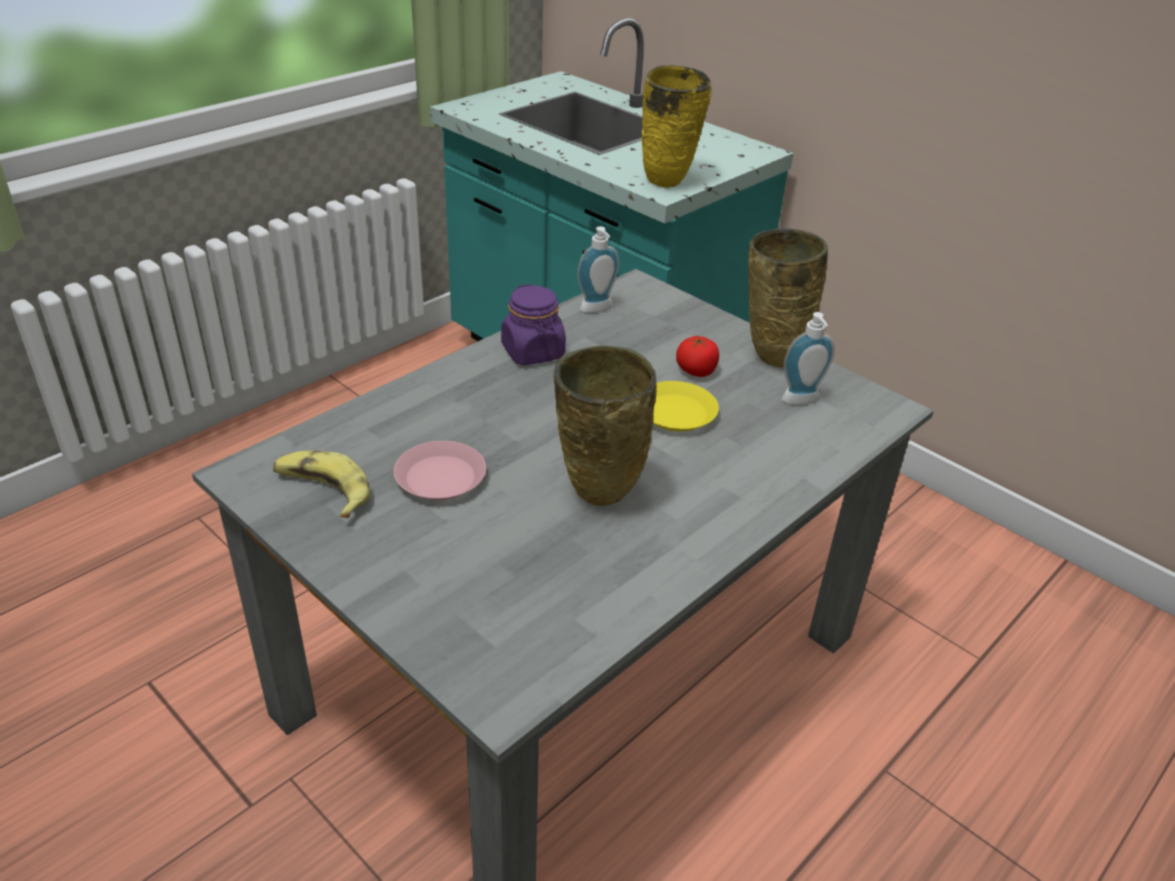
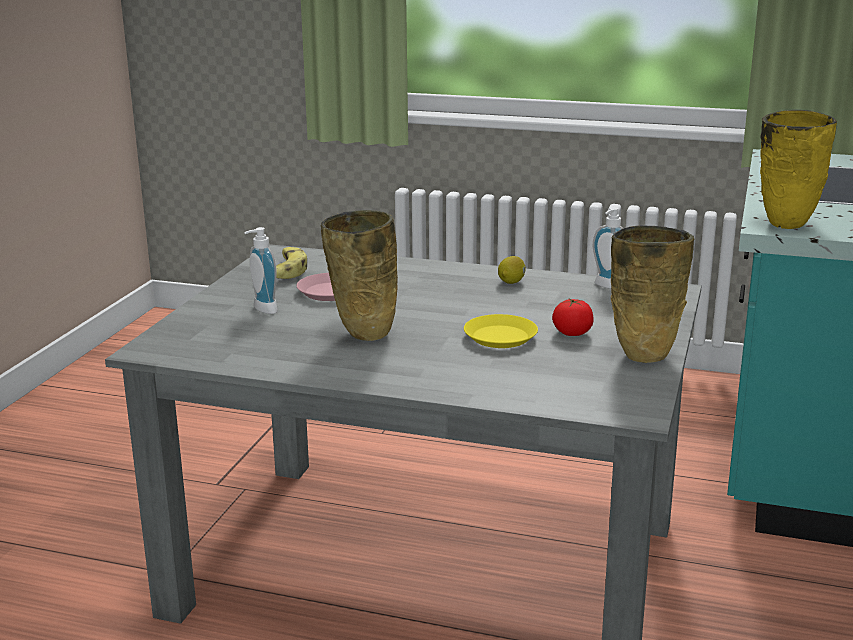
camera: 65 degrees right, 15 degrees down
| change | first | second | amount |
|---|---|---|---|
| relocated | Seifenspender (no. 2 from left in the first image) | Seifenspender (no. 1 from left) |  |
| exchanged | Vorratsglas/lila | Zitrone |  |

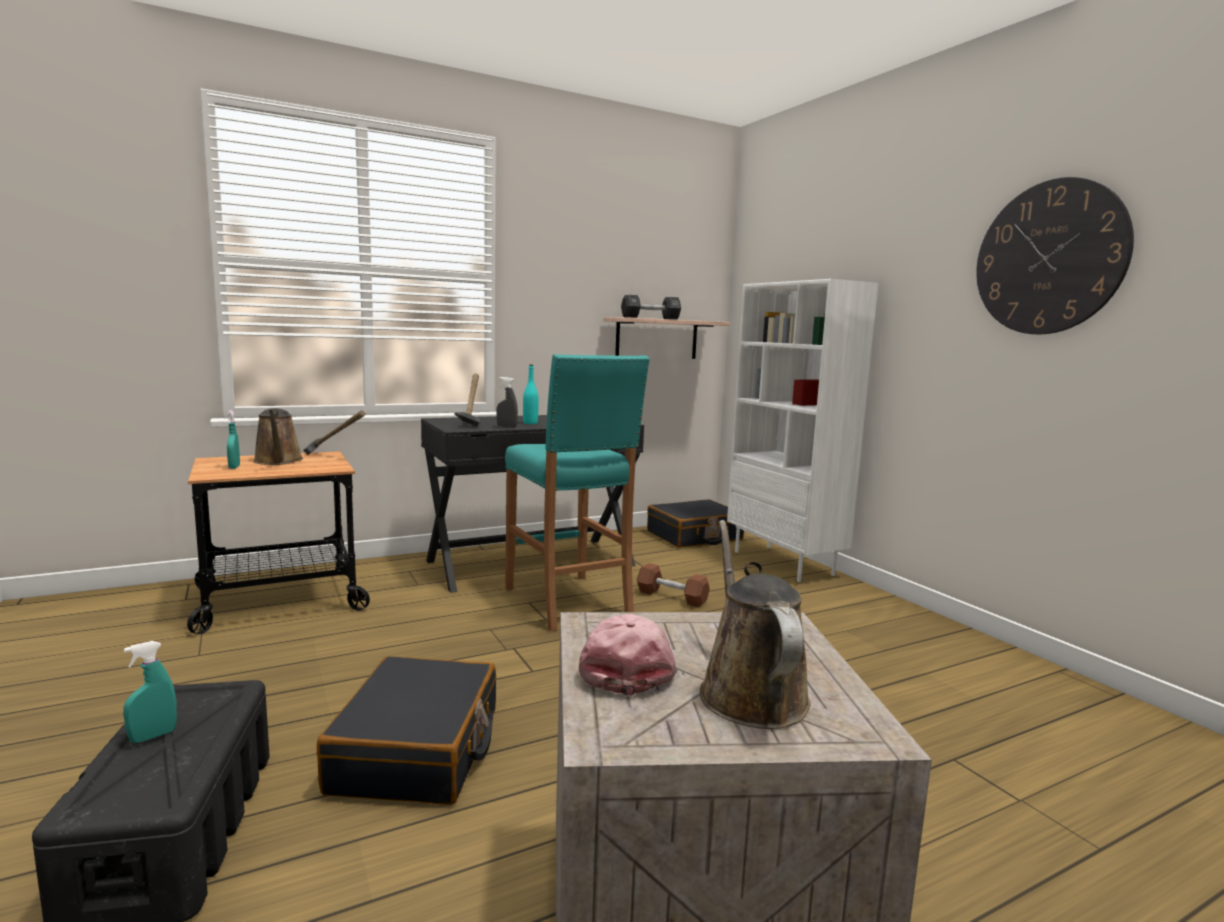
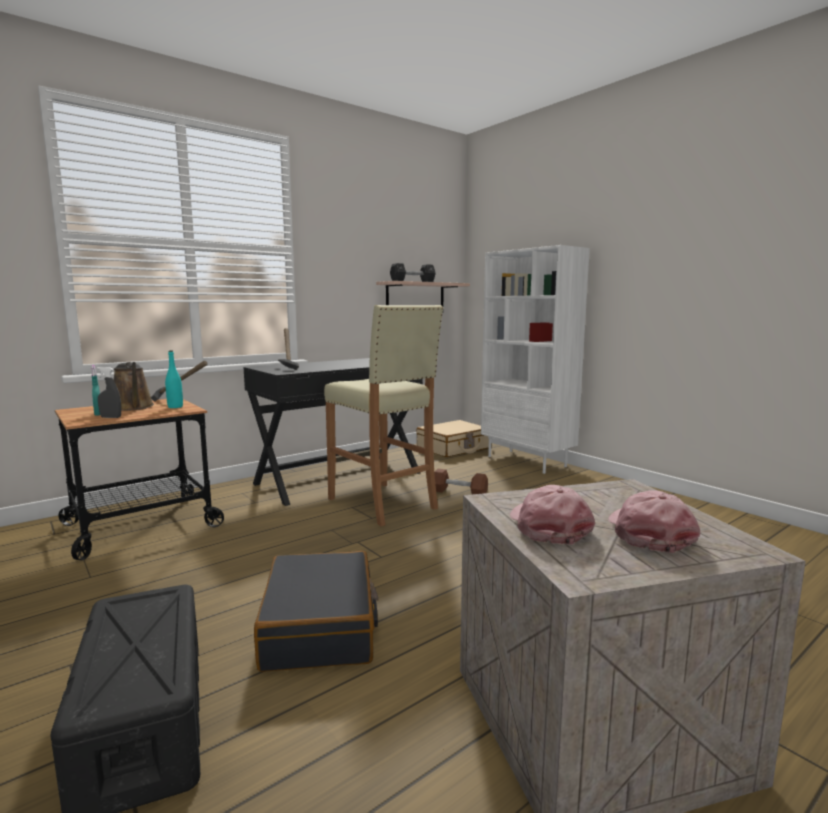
camera: 10 degrees left, 0 degrees up
| change | first | second | amount |
|---|---|---|---|
| relocated | Sprühflasche/grau |  |  |
| relocated | Flasche/türkis |  |  |
| colour | Hocker/türkis | Hocker/beige |  |
| colour | Koffer/schwarz (no. 2 from left) | Koffer/beige |  |
| exchanged | Gießkanne/braun (no. 2 from left) | Kappe/rosa (no. 2 from left) |  |
| missing | Sprühflasche/türkis (no. 1 from left) |  |  |
| missing | Wanduhr |  |  |

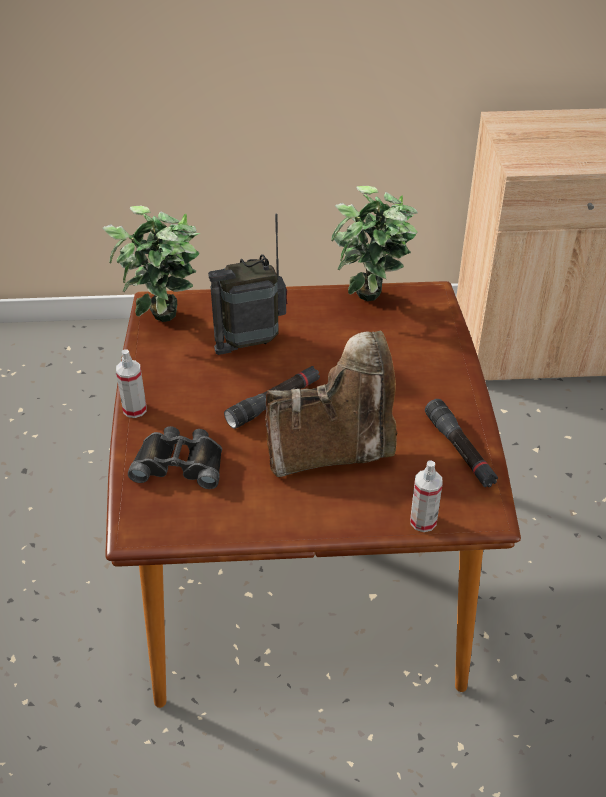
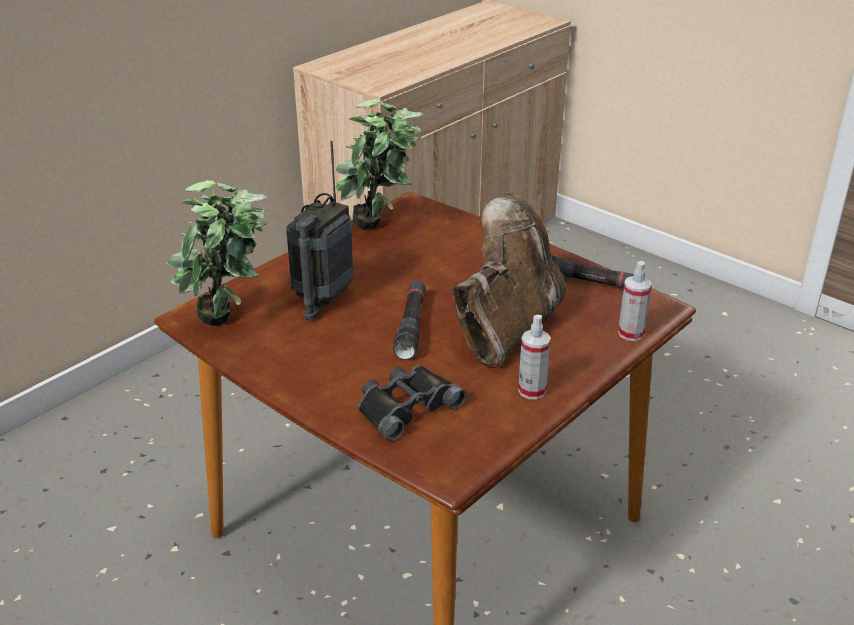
camera: 45 degrees left, 10 degrees down
| change | first | second | amount |
|---|---|---|---|
| relocated | Sprühflasche (no. 1 from left) |  |  |

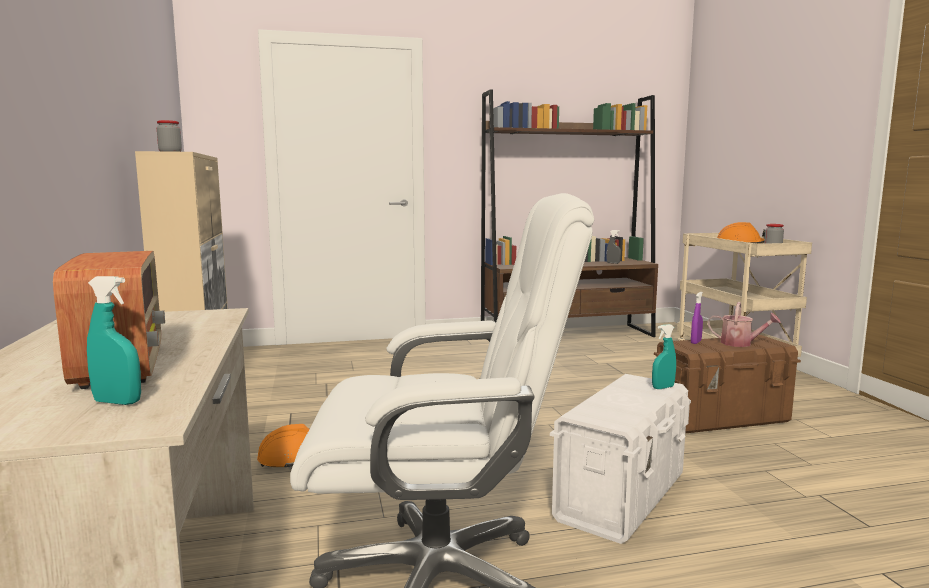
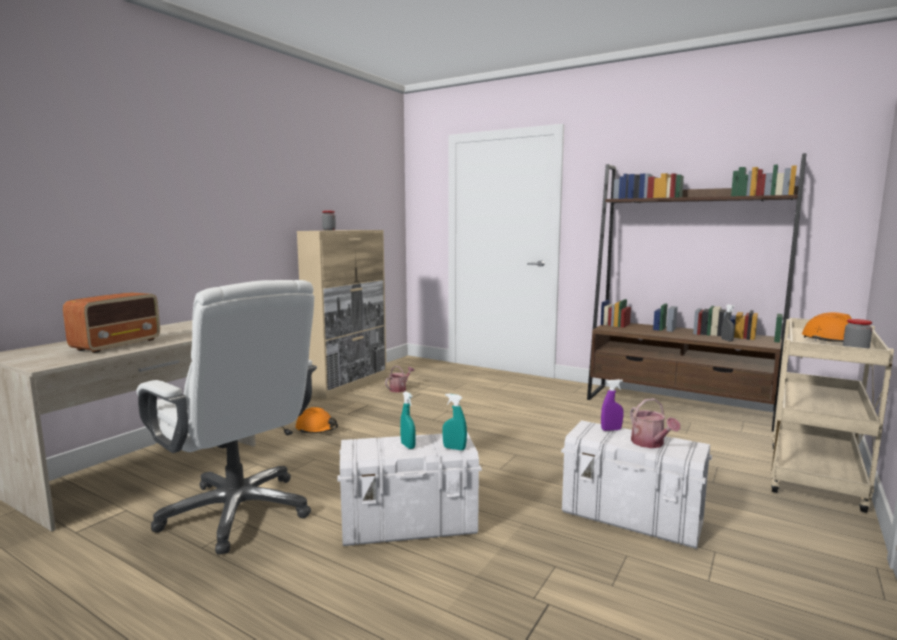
camera: 45 degrees right, 0 degrees up
| change | first | second | amount |
|---|---|---|---|
| appeared |  | Gießkanne (no. 1 from left) |  |
| relocated | Sprühflasche/türkis (no. 1 from left) |  |  |
| colour | Aufbewahrungsbox/braun | Aufbewahrungsbox/weiß (no. 2 from left) |  |

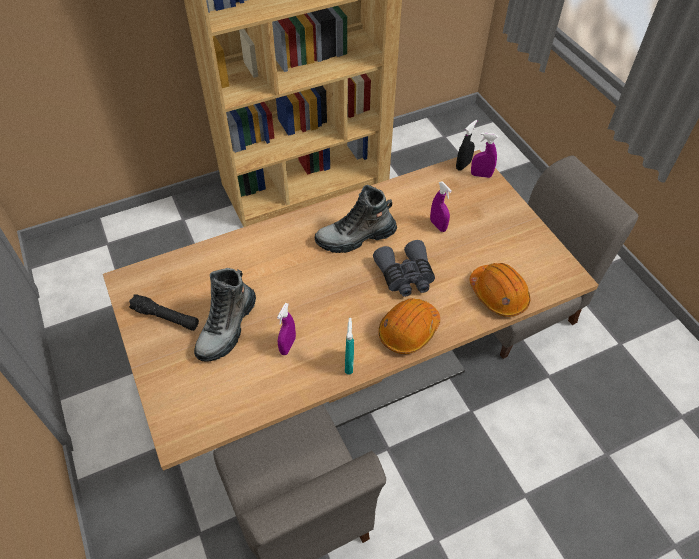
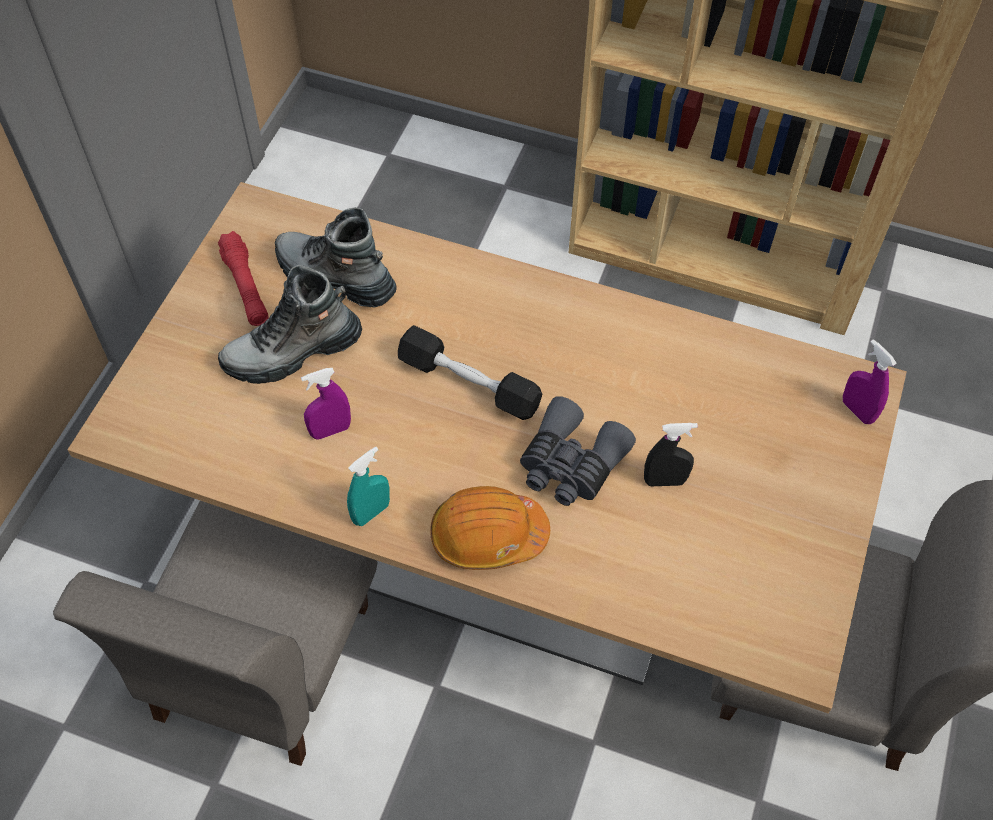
camera: 45 degrees right, 5 degrees up
| change | first | second | amount |
|---|---|---|---|
| colour | Taschenlampe/schwarz | Taschenlampe/rot |  |
| relocated | Stiefel (no. 2 from left) |  |  |
| appeared |  | Hantel/schwarz |  |
| relocated | Sprühflasche/schwarz |  |  |
| missing | Sprühflasche/lila (no. 2 from left) |  |  |
| missing | Schutzhelm/orange (no. 2 from left) |  |  |

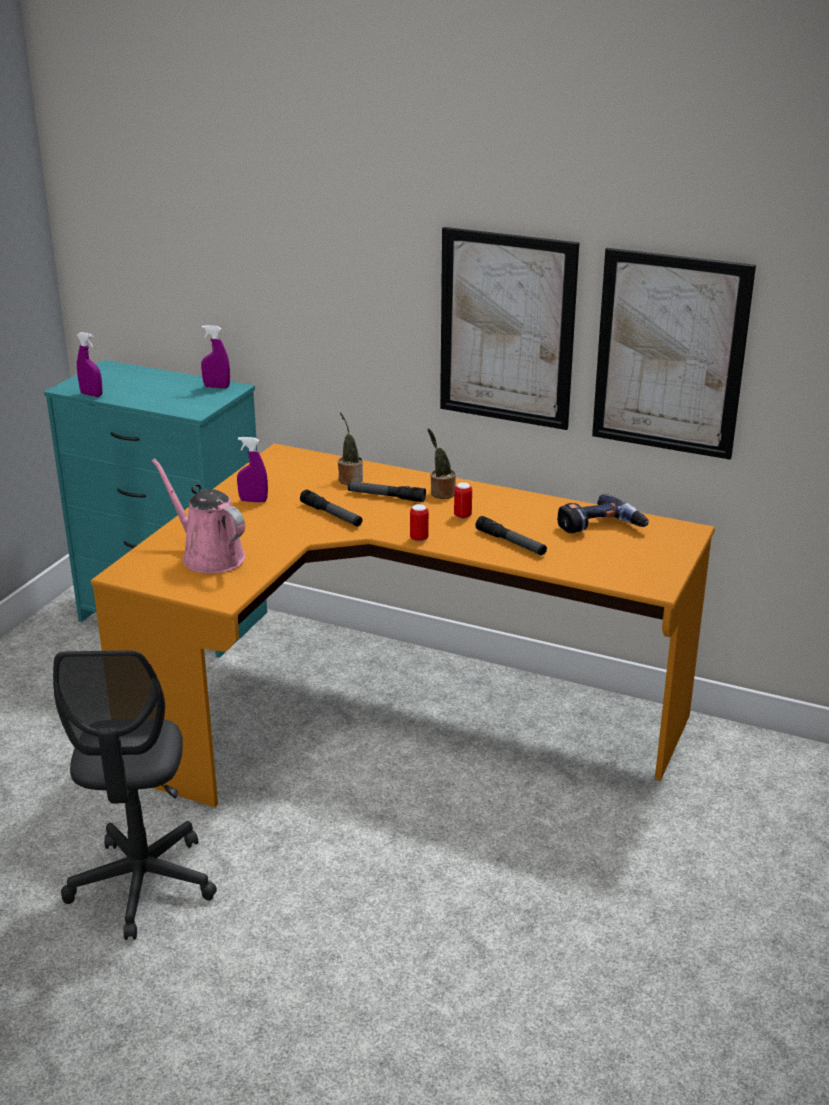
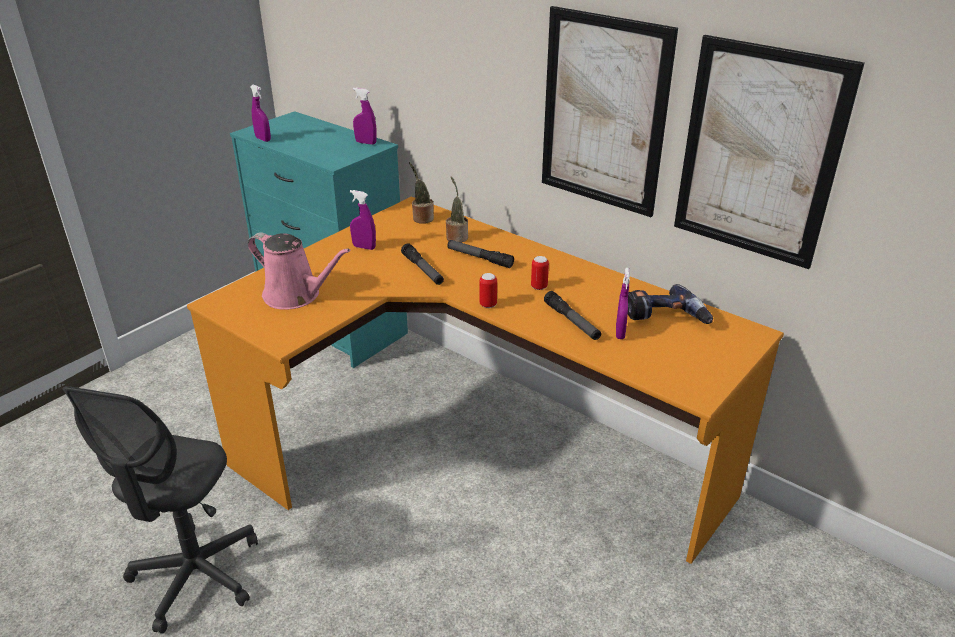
camera: 15 degrees right, 5 degrees up
| change | first | second | amount |
|---|---|---|---|
| spun | Gießkanne/rosa |  | 150 degrees clockwise |
| relocated | Topfpflanze (no. 2 from left in the first image) | Topfpflanze (no. 1 from left) |  |
| appeared |  | Sprühflasche/lila (no. 4 from left) |  |

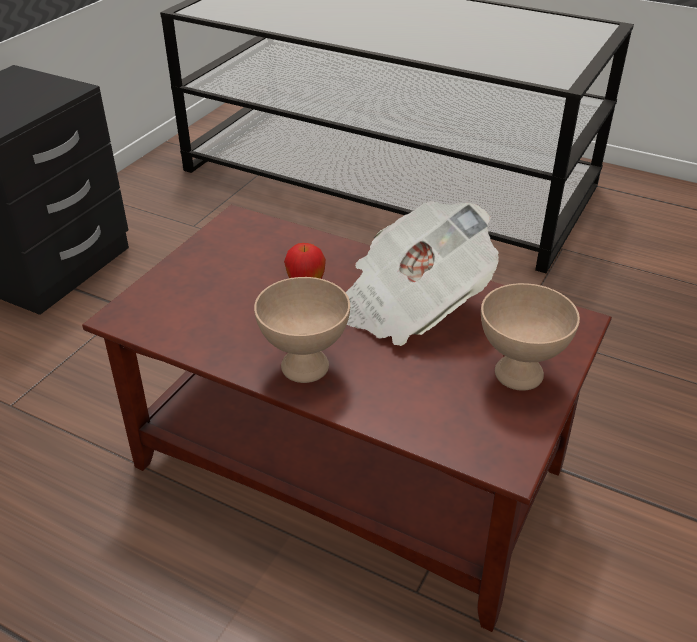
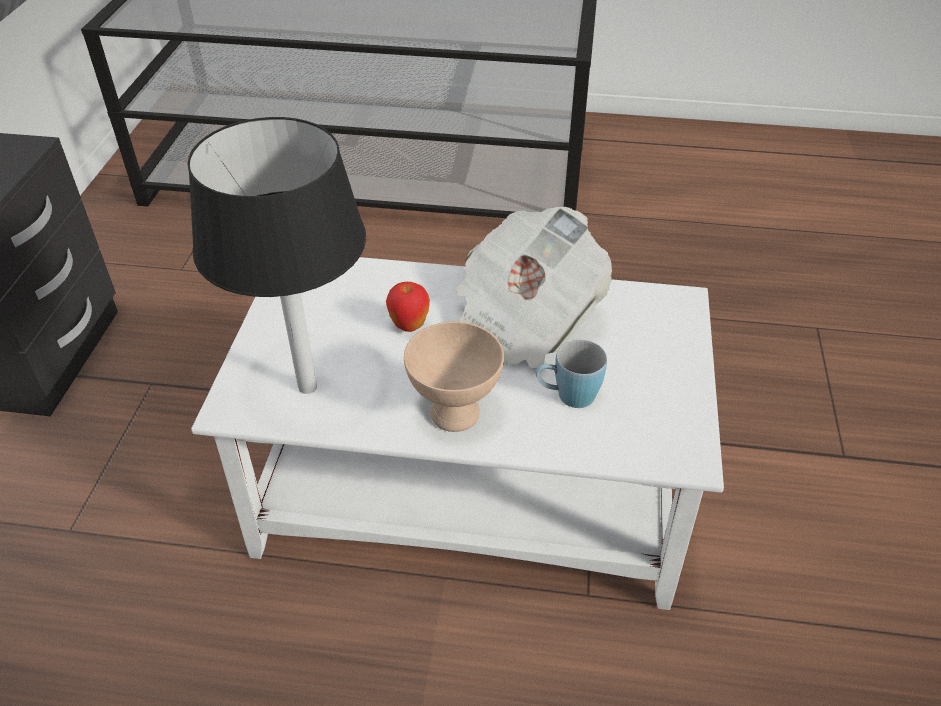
camera: 20 degrees left, 5 degrees up
| change | first | second | amount |
|---|---|---|---|
| appeared |  | Tischlampe/schwarz |  |
| colour | Couchtisch/braun | Couchtisch/weiß |  |
| appeared |  | Henkelbecher/blau |  |
| missing | Schüssel/beige (no. 2 from left) |  |  |

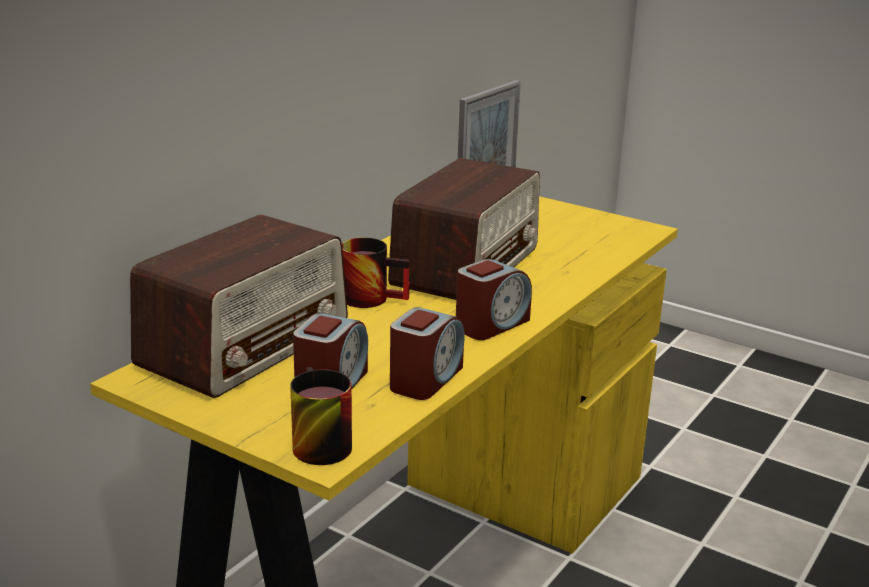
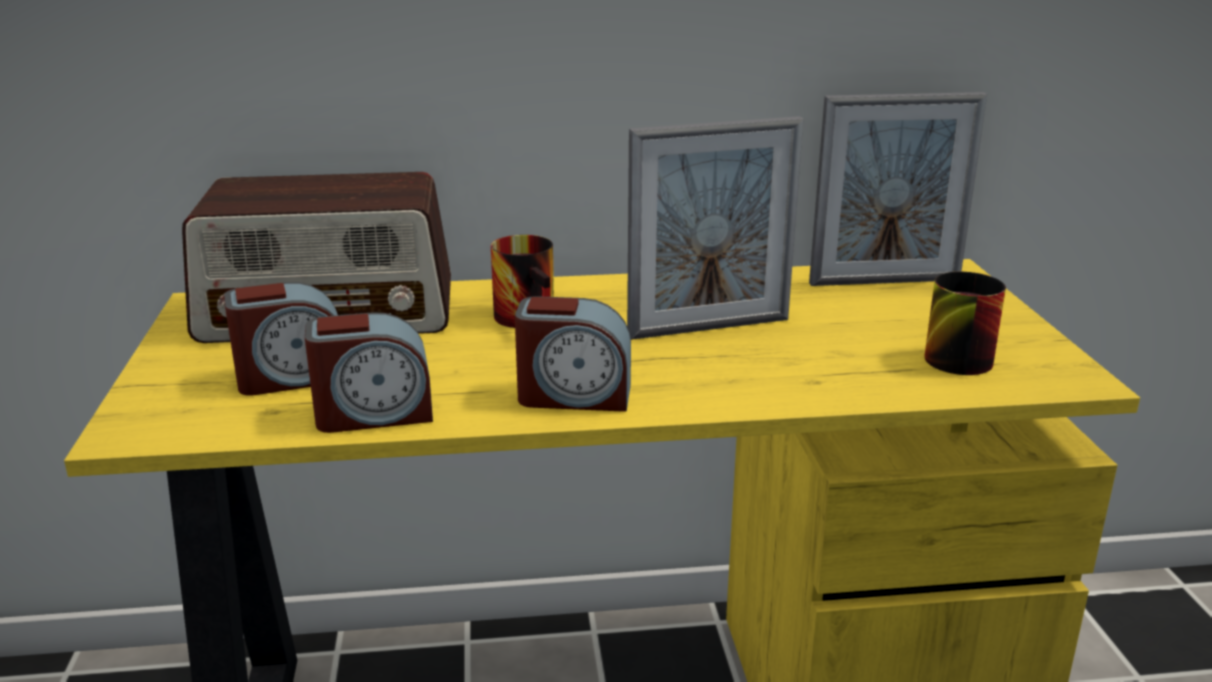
camera: 50 degrees right, 0 degrees up
| change | first | second | amount |
|---|---|---|---|
| exchanged | Radio (no. 2 from left) | Bilderrahmen (no. 1 from left) |  |
| relocated | Henkelbecher (no. 1 from left in the first image) | Henkelbecher (no. 2 from left) |  |

